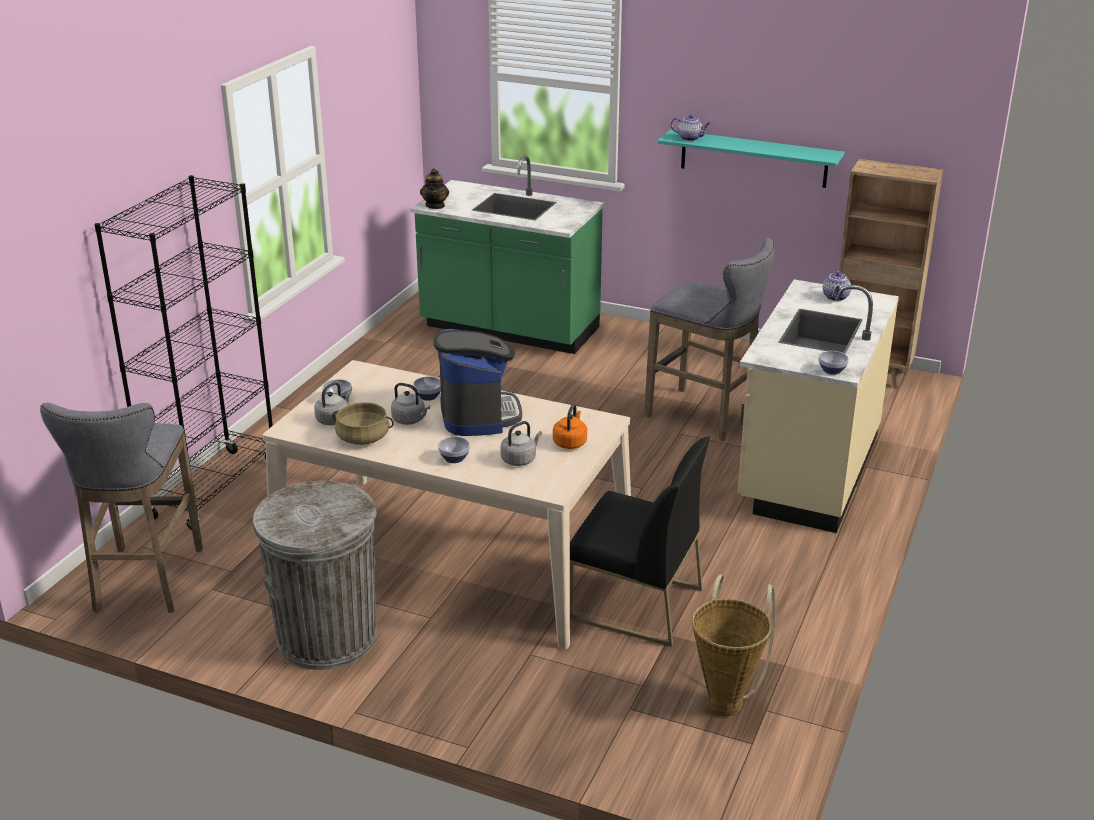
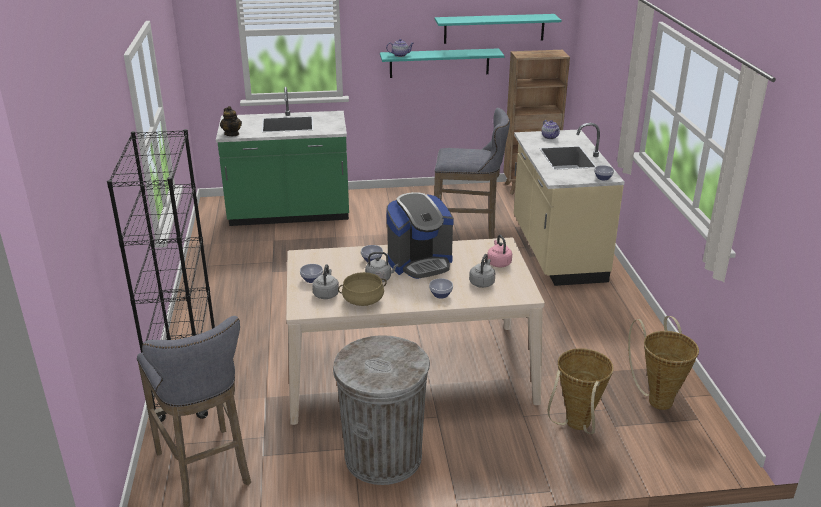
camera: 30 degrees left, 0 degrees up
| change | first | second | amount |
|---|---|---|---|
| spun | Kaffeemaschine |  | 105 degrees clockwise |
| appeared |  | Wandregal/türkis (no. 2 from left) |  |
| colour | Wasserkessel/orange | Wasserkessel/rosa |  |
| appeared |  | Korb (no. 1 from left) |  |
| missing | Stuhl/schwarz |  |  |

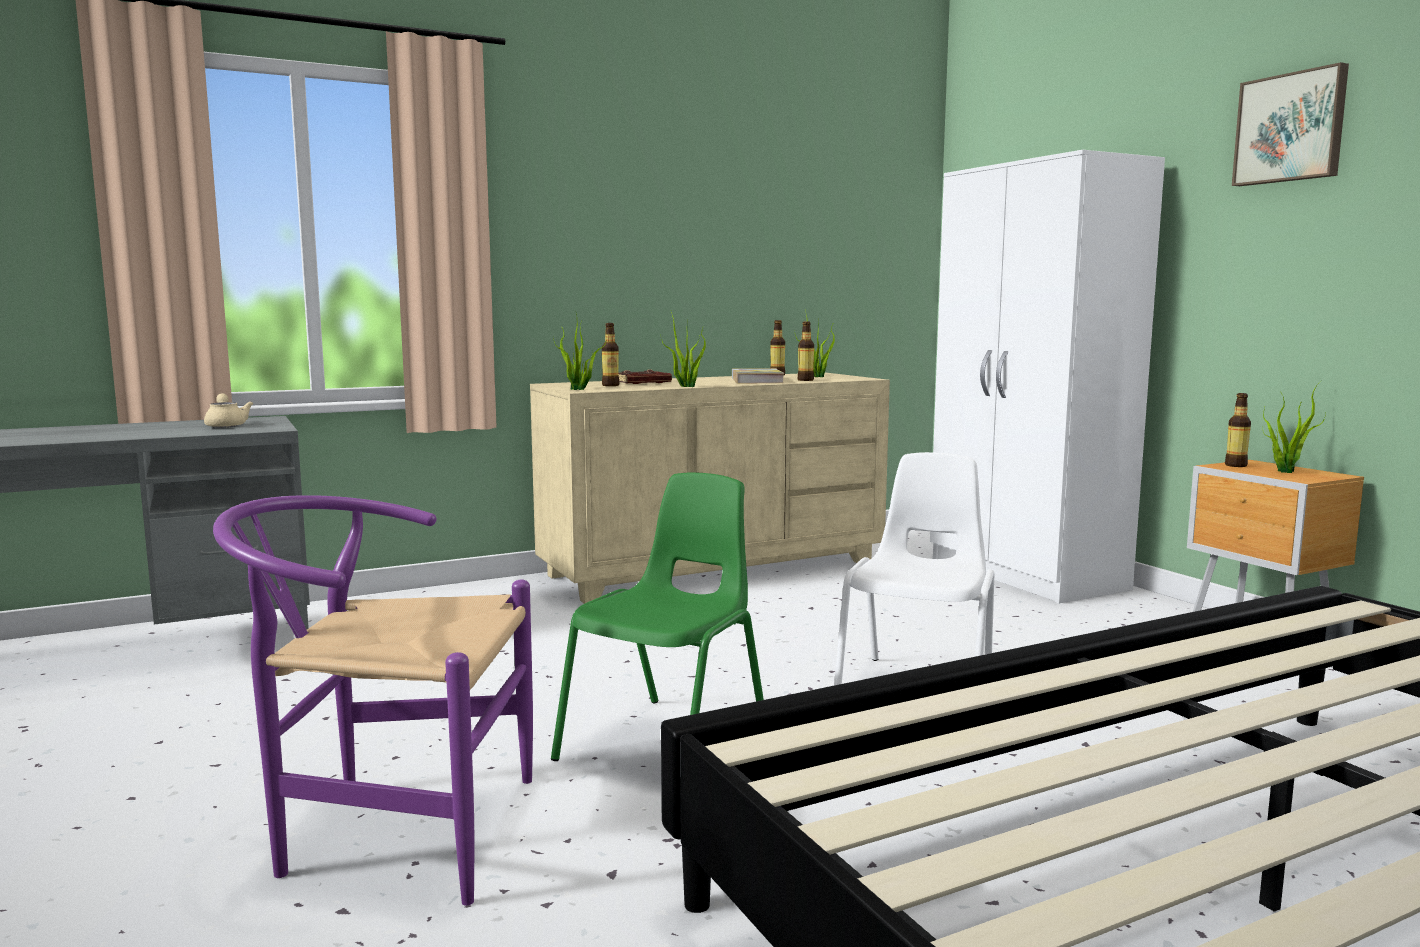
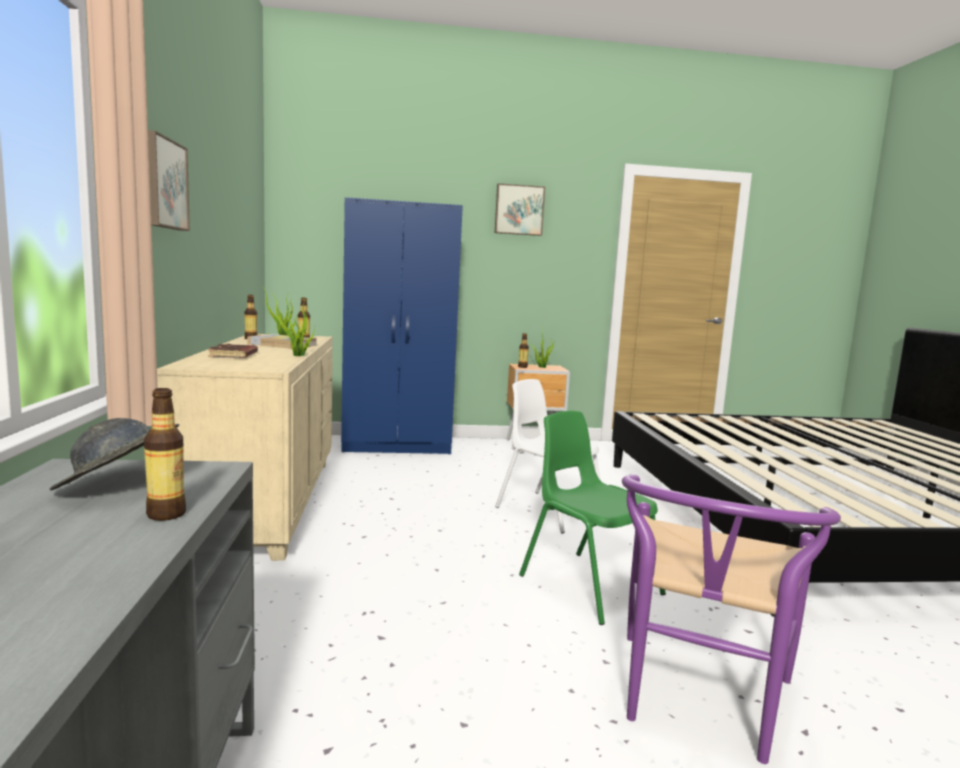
camera: 70 degrees left, 0 degrees up
| change | first | second | amount |
|---|---|---|---|
| exchanged | Teekanne/beige | Hut/grau |  |
| relocated | Flasche (no. 1 from left) |  |  |
| appeared |  | Bild (no. 1 from left) |  |
| colour | Kleiderschrank/weiß | Kleiderschrank/blau |  |
| missing | Topfpflanze (no. 1 from left) |  |  |

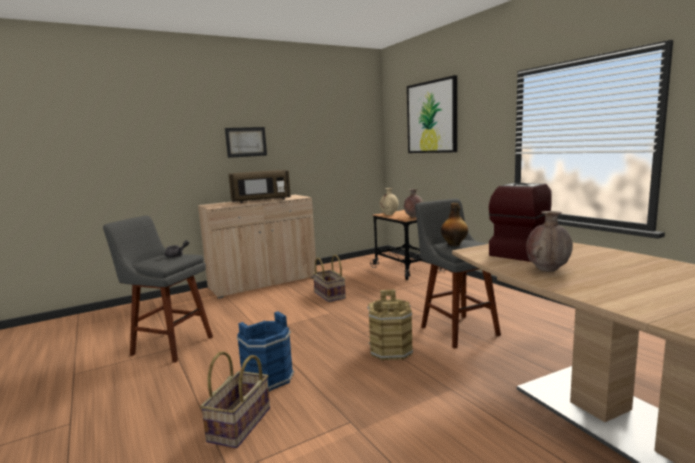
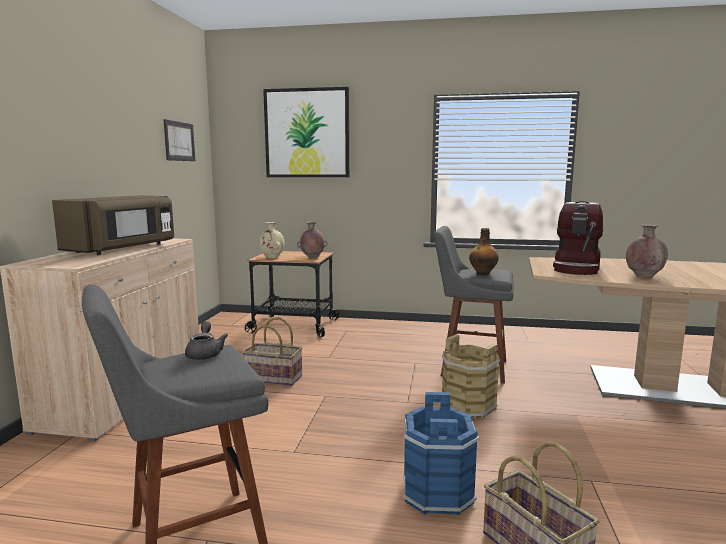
camera: 50 degrees left, 0 degrees up
| change | first | second | amount |
|---|---|---|---|
| relocated | Bild (no. 1 from left) |  |  |
| spun | Kaffeemaschine |  | 150 degrees counterclockwise |

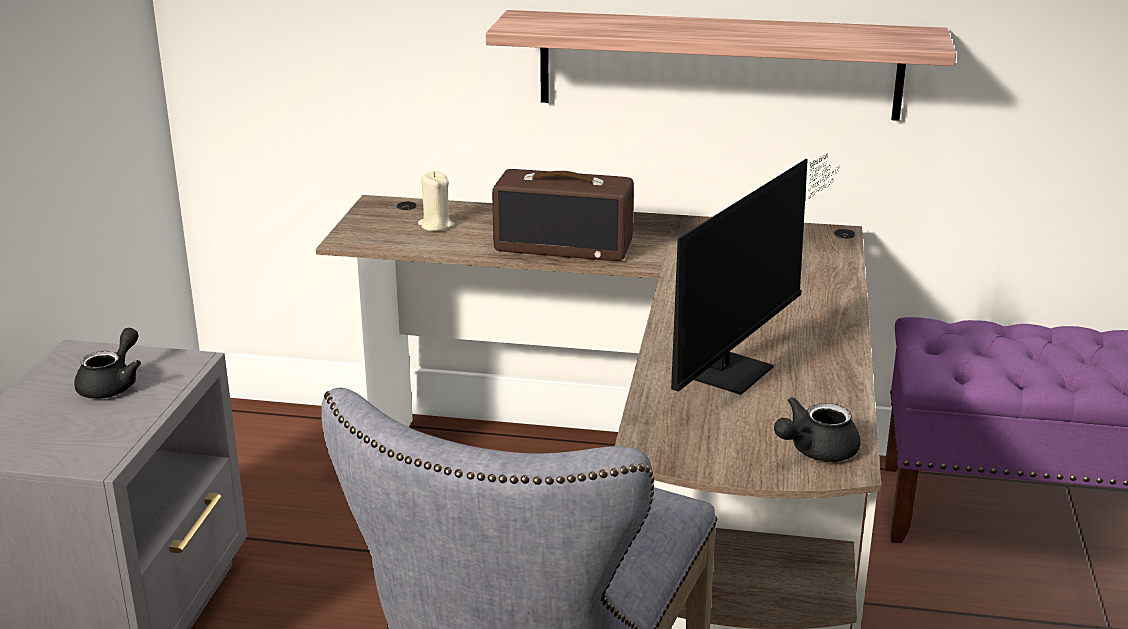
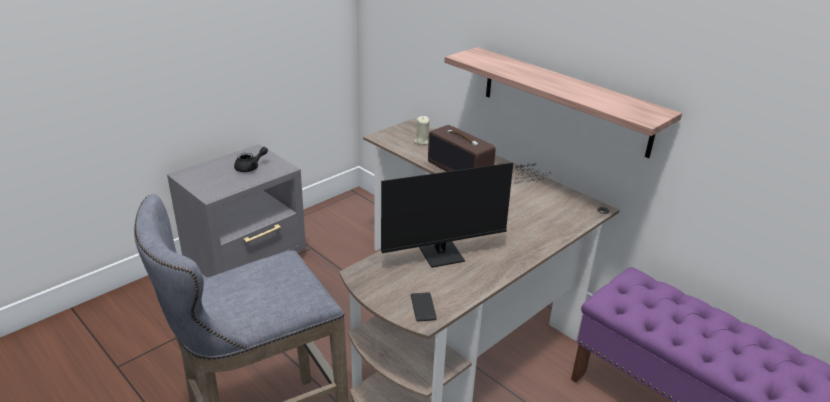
camera: 35 degrees right, 5 degrees up
| change | first | second | amount |
|---|---|---|---|
| exchanged | Teekanne/schwarz (no. 2 from left) | Handy |  |

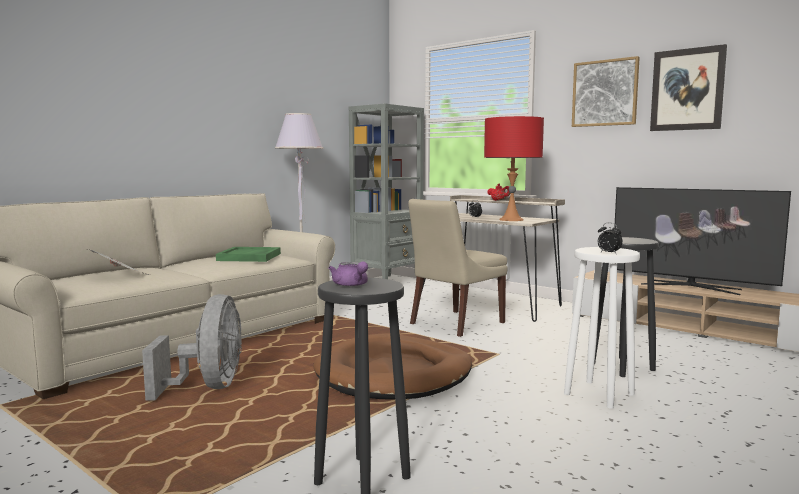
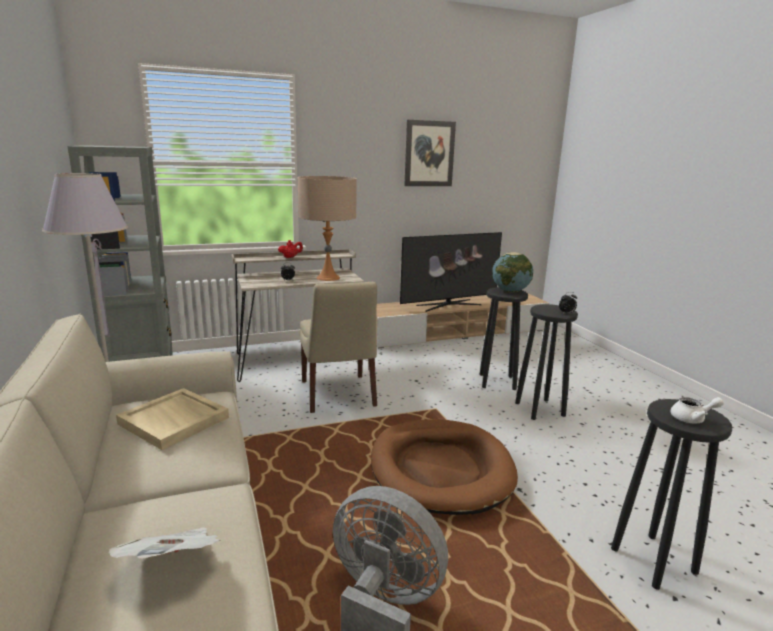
camera: 60 degrees left, 10 degrees up
| change | first | second | amount |
|---|---|---|---|
| colour | Tablett/grün | Tablett/beige |  |
| colour | Tischlampe/rot | Tischlampe/beige |  |
| appeared |  | Globus |  |
| colour | Hocker/weiß | Hocker/schwarz (no. 2 from left) |  |
| colour | Teekanne/lila | Teekanne/weiß |  |
| missing | Bild (no. 1 from left) |  |  |

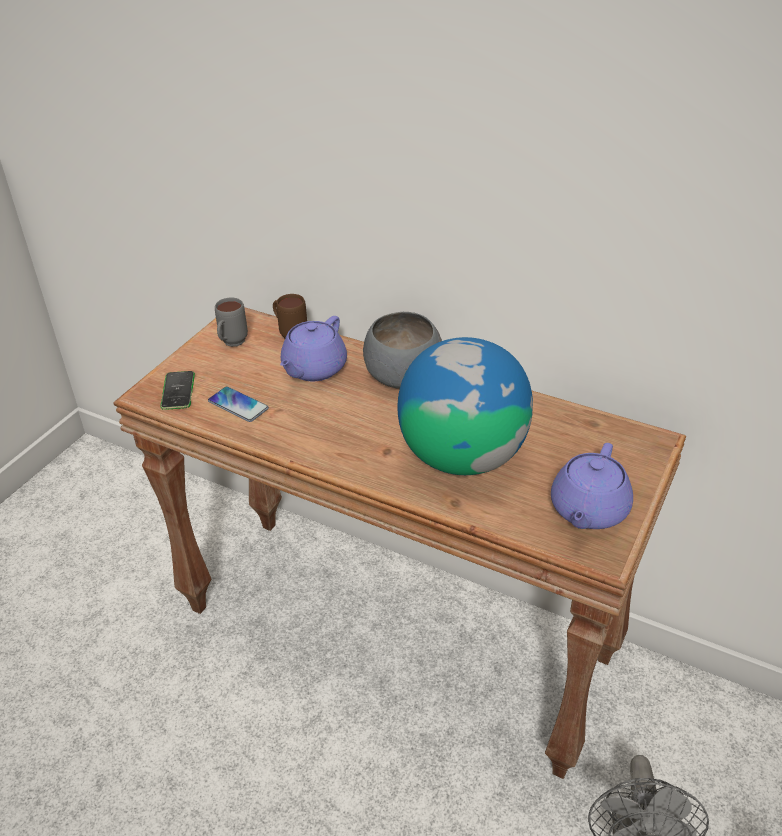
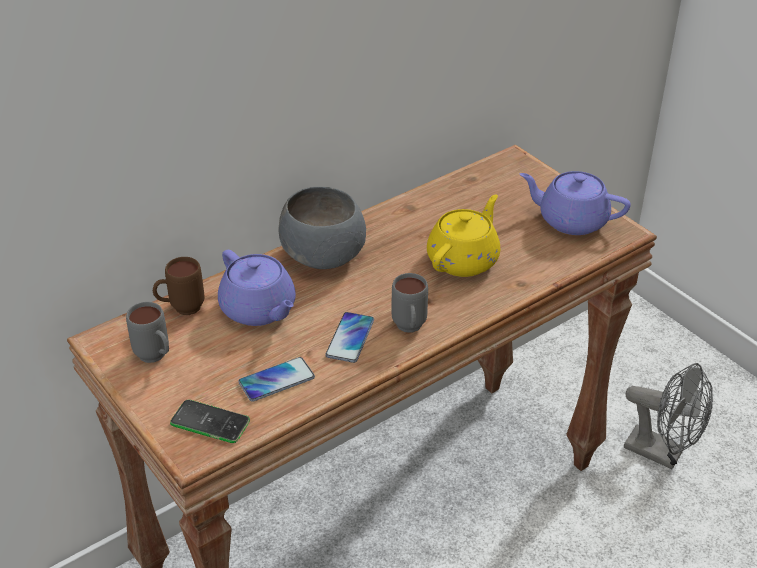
camera: 65 degrees left, 0 degrees up
| change | first | second | amount |
|---|---|---|---|
| appeared |  | Handy (no. 3 from left) |  |
| appeared |  | Henkelbecher/grau (no. 2 from left) |  |
| exchanged | Globus | Teekanne/gelb |  |
| spun | Teekanne/lila (no. 2 from left) |  | 150 degrees clockwise |

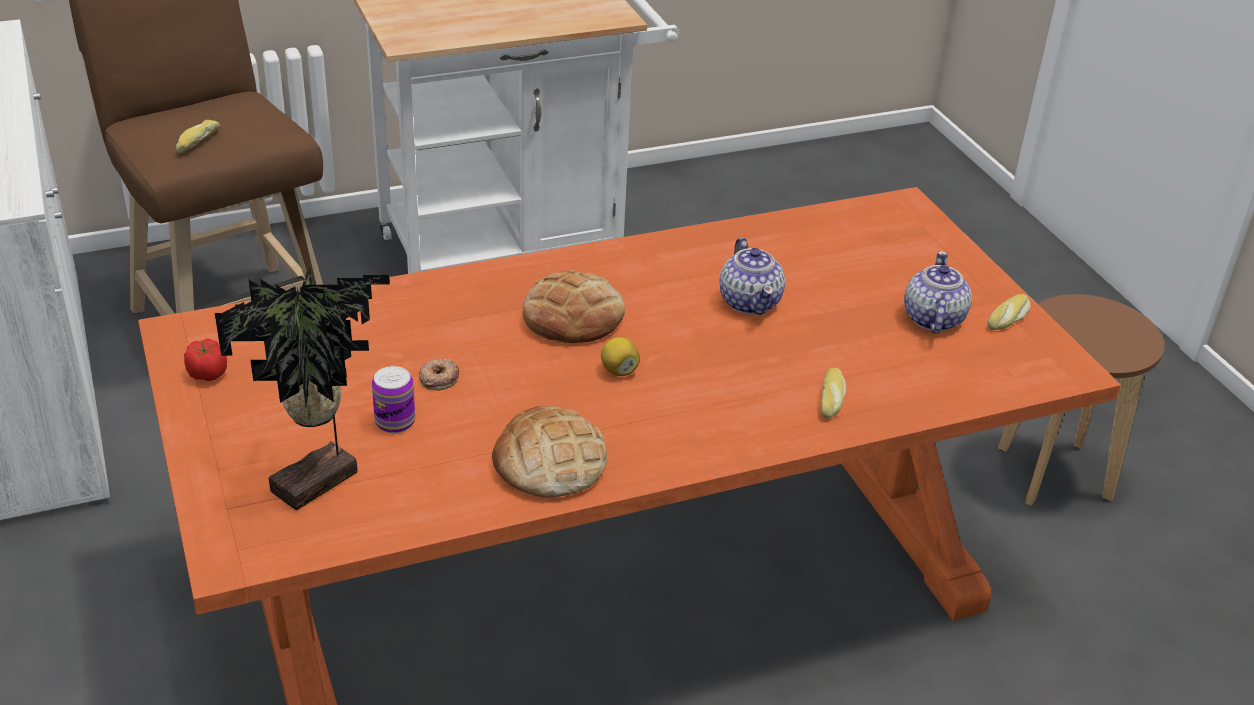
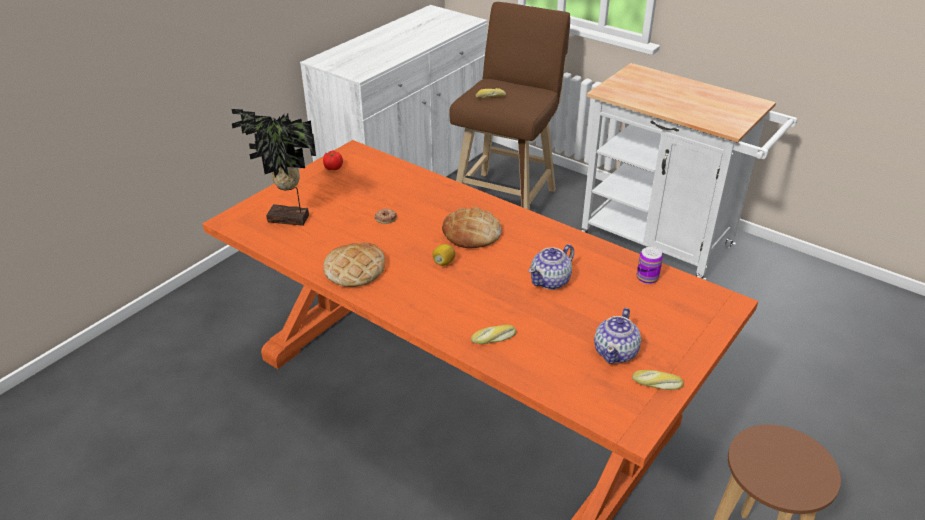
camera: 60 degrees right, 0 degrees up
| change | first | second | amount |
|---|---|---|---|
| spun | Teekanne (no. 2 from left) |  | 135 degrees clockwise |
| relocated | Dose |  |  |

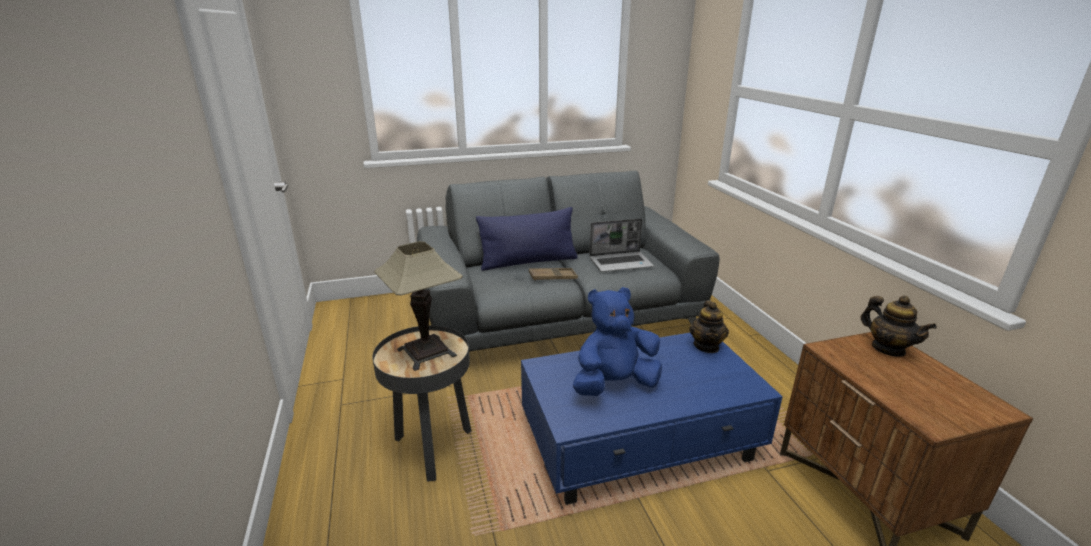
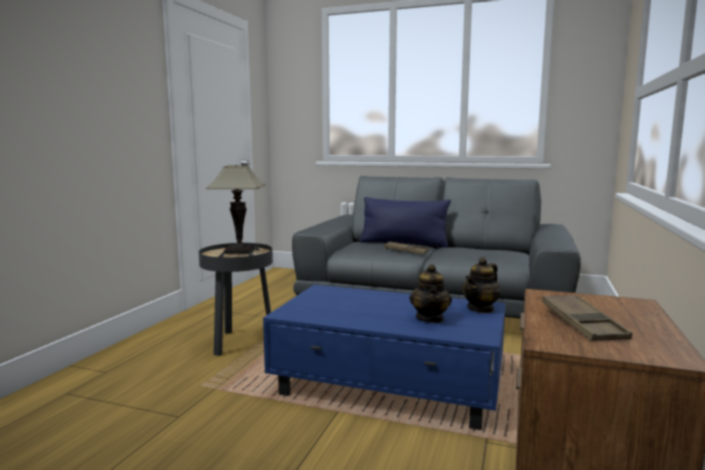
camera: 35 degrees right, 15 degrees down
| change | first | second | amount |
|---|---|---|---|
| relocated | Teekanne (no. 2 from left in the first image) | Teekanne (no. 1 from left) |  |
| appeared |  | Tablett/braun (no. 2 from left) |  |
| missing | Plüschtier/blau |  |  |
| missing | Laptop |  |  |

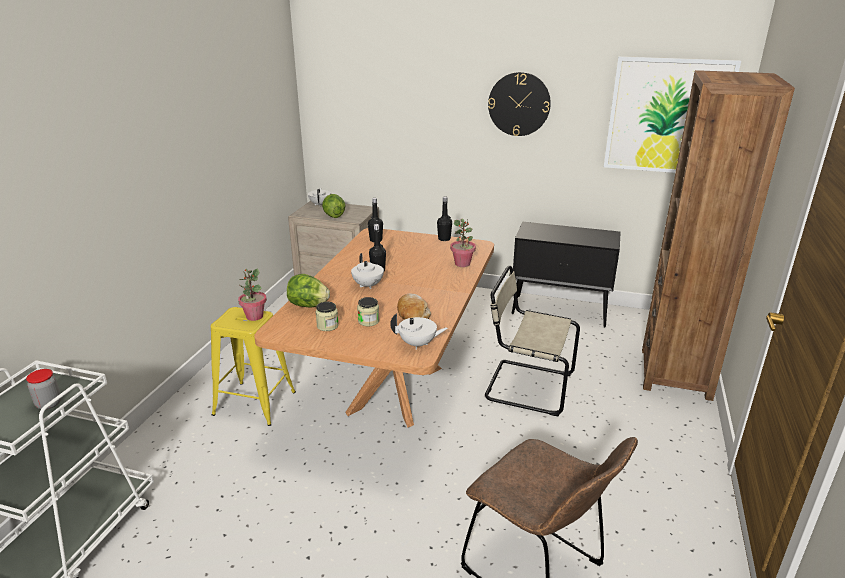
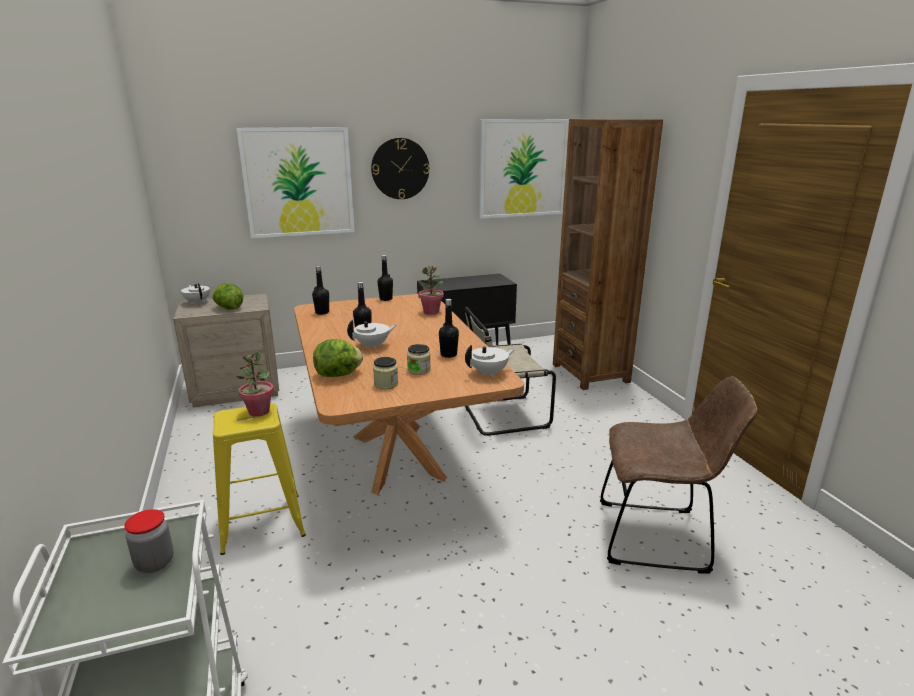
camera: 35 degrees left, 5 degrees down
| change | first | second | amount |
|---|---|---|---|
| appeared |  | Bild (no. 1 from left) |  |
| spun | Teekanne/weiß (no. 2 from left) |  | 60 degrees counterclockwise |
| exchanged | Brot | Flasche/schwarz (no. 4 from left) |  |

